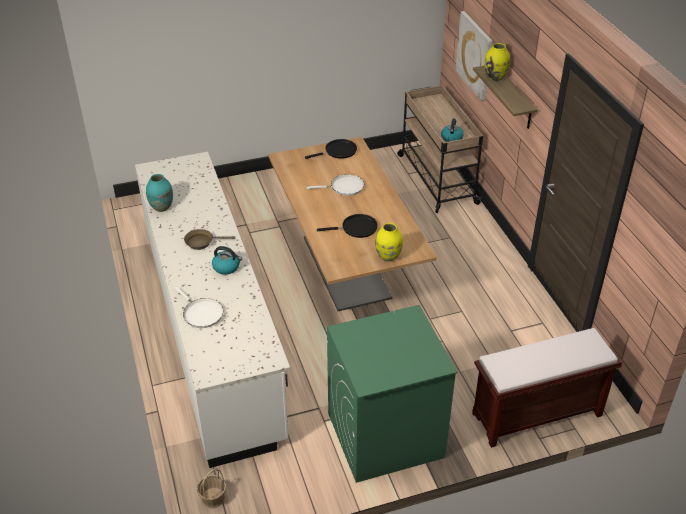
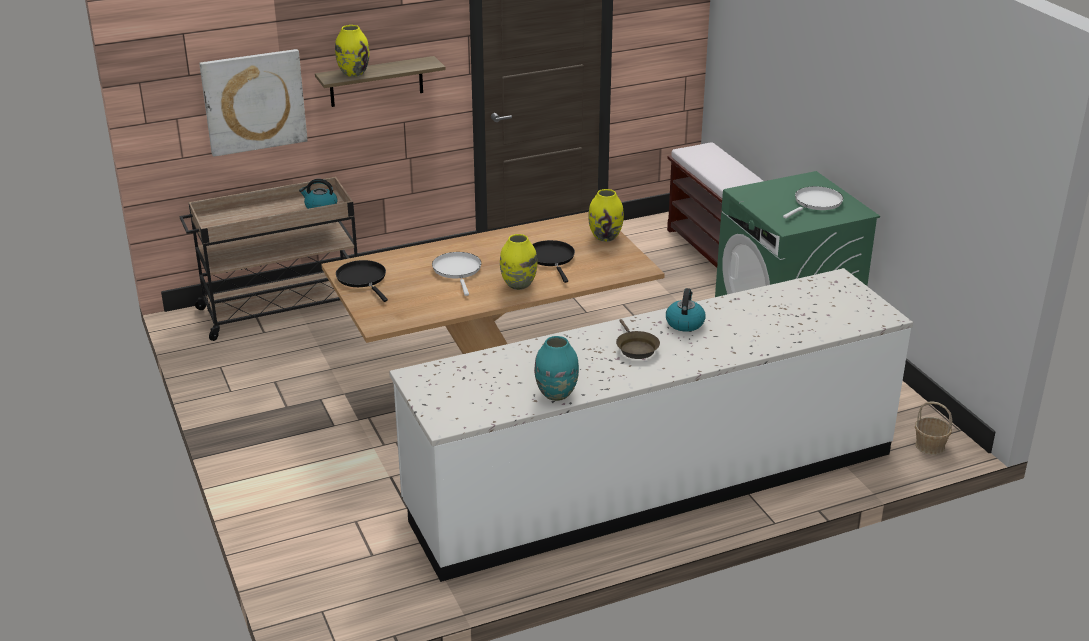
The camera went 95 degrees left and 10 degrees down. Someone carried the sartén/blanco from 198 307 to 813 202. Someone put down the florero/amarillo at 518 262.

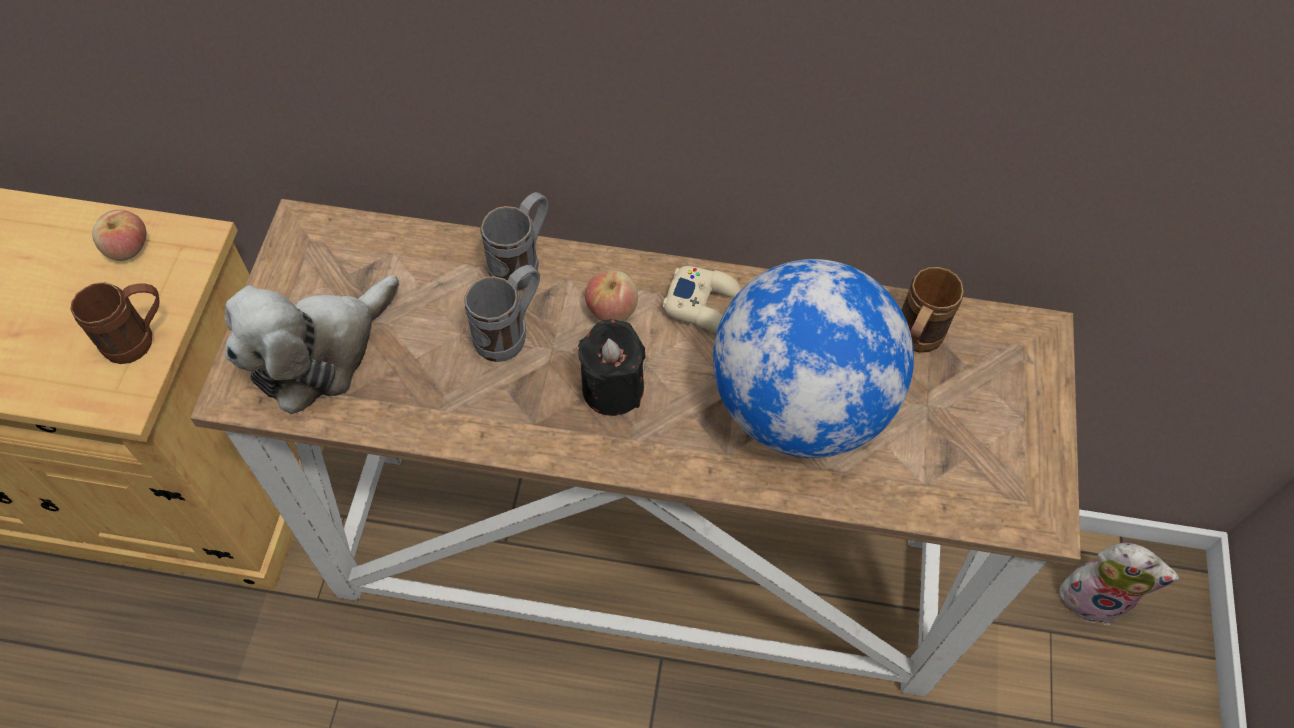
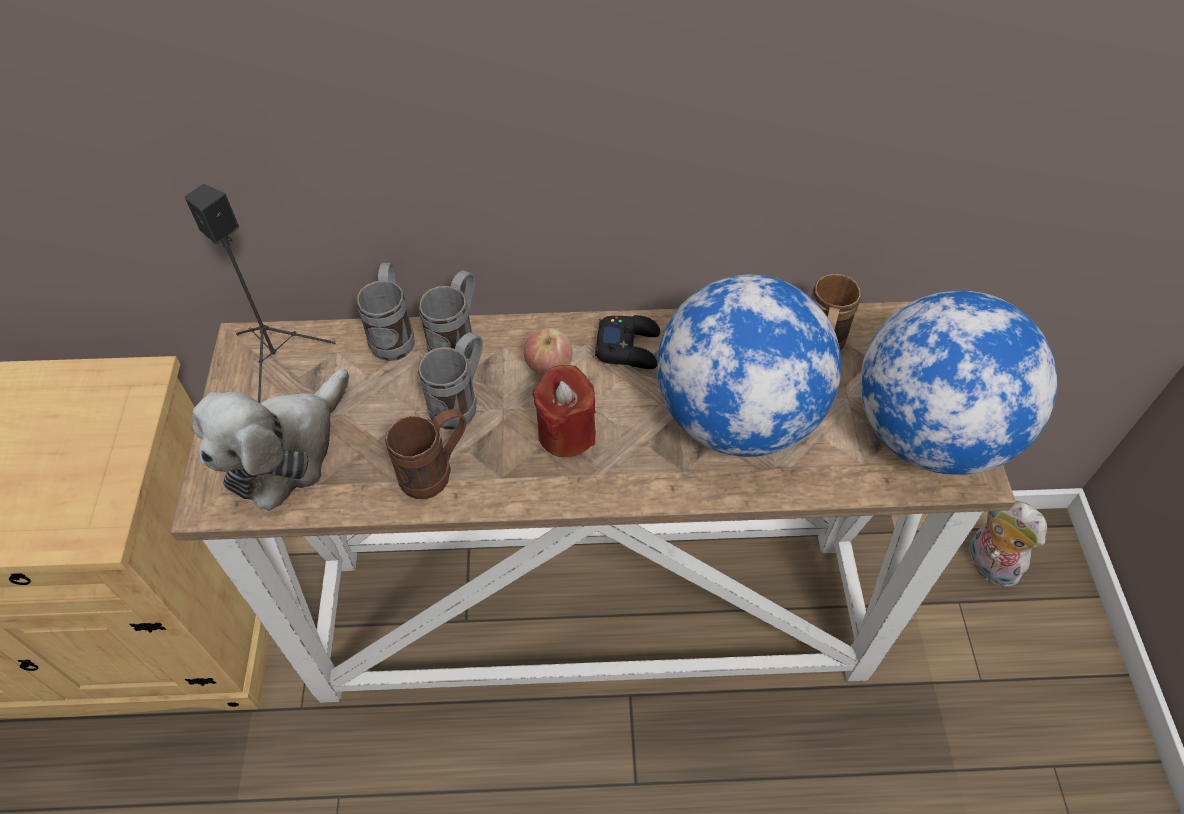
The camera went 10 degrees left and 5 degrees down. Someone took away the manzana at 119 235. Someone repainted the mando de consola/beis at 702 299, which became the mando de consola/negro at 627 342. Someone carried the taza grande/marrón from 115 323 to 425 454. Someone repainted the vela/negro at 612 367, which became the vela/rojo at 564 411. Someone rotated the peluche at 1118 584 by 135 degrees counterclockwise. Someone put down the altavoz/negro at 260 293. Someone put down the taza grande/gris at 386 312. Someone put down the globo terráqueo at 958 382.

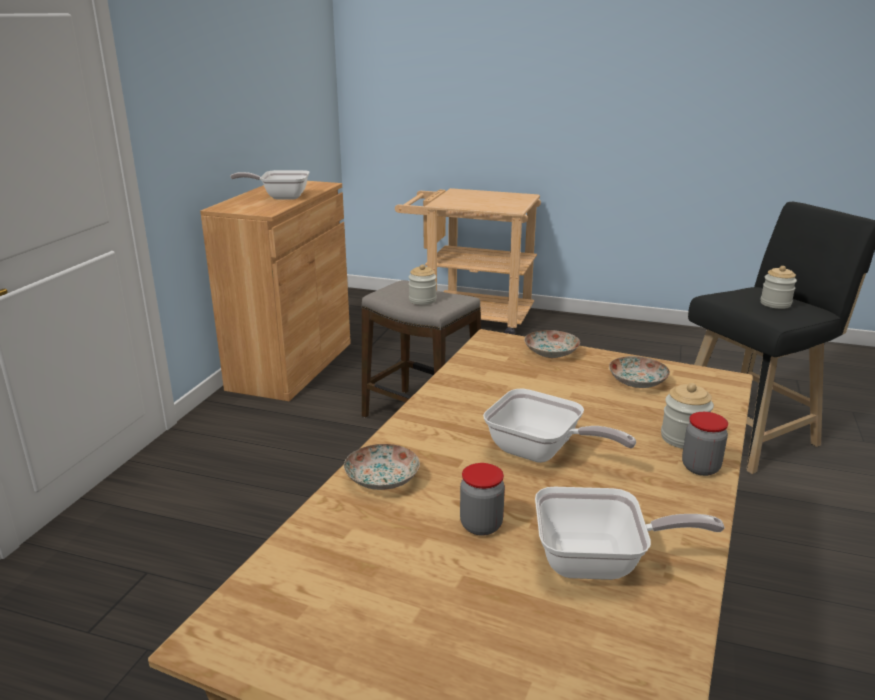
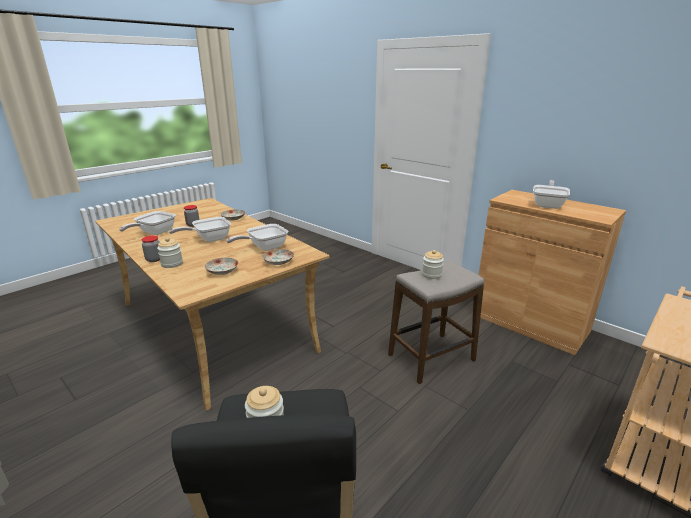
The camera went 115 degrees right and 0 degrees up. Someone put down the sartén at 257 237.

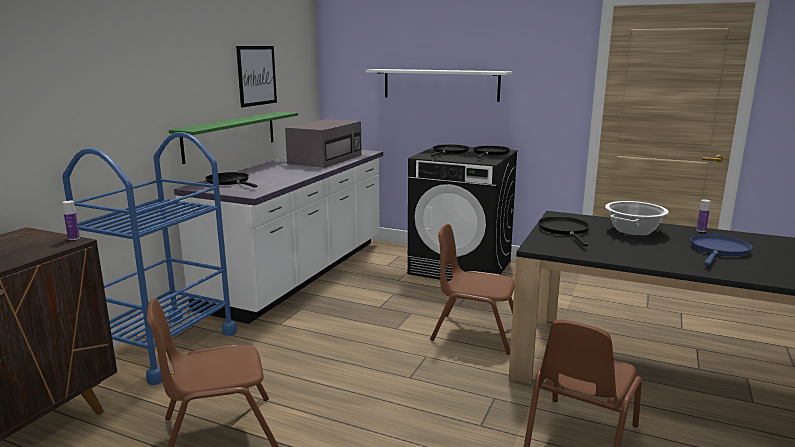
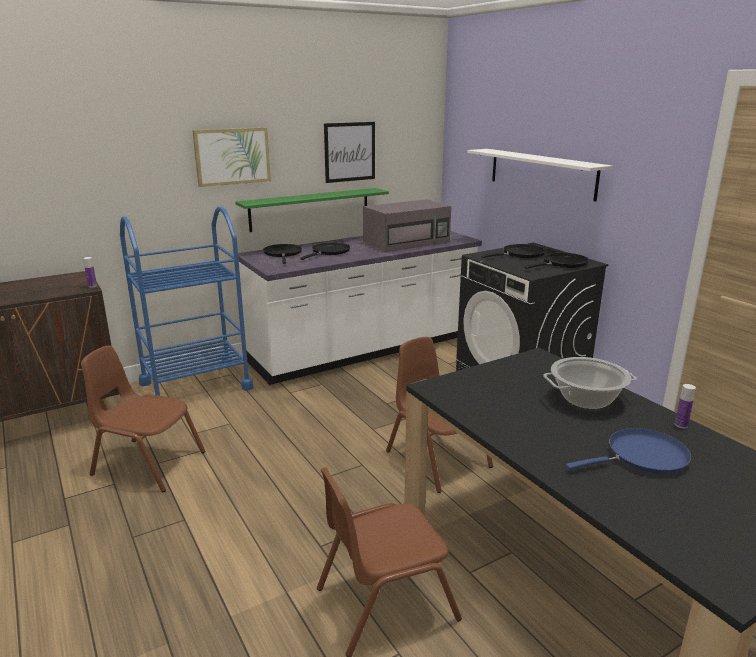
The camera went 35 degrees right and 5 degrees up. Someone carried the sartén/negro from 564 231 to 325 251. Someone put up the cuadro at 231 157.

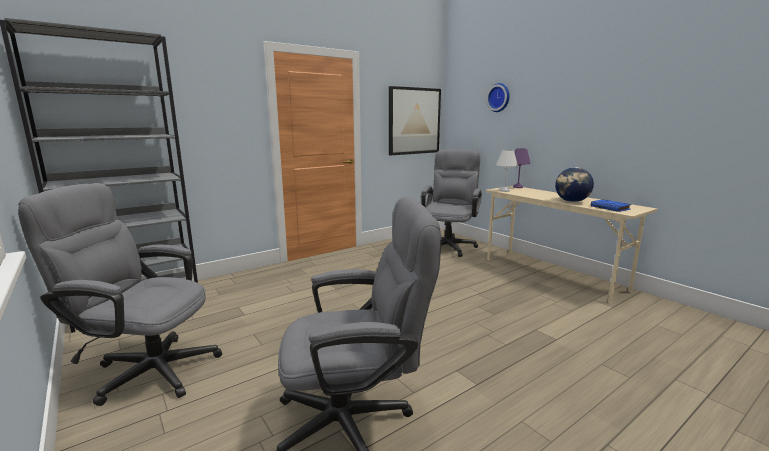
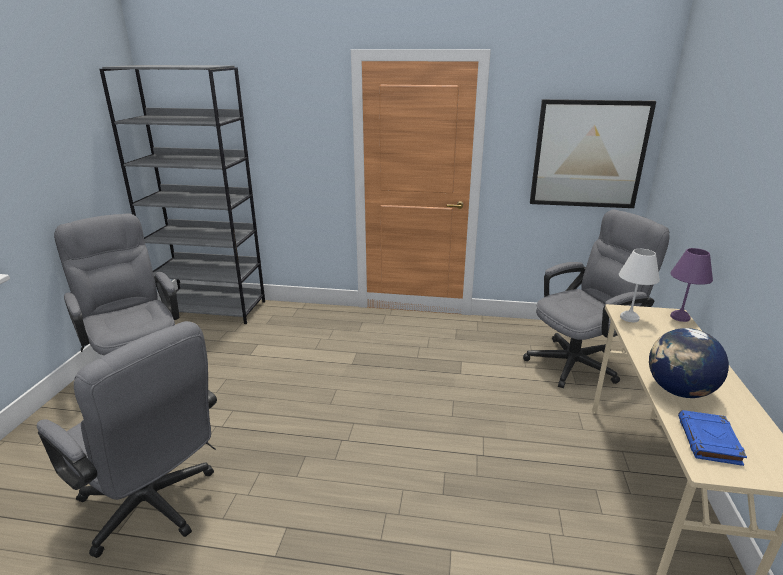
The camera went 45 degrees right and 10 degrees up. Someone took away the reloj de pared at 498 97.

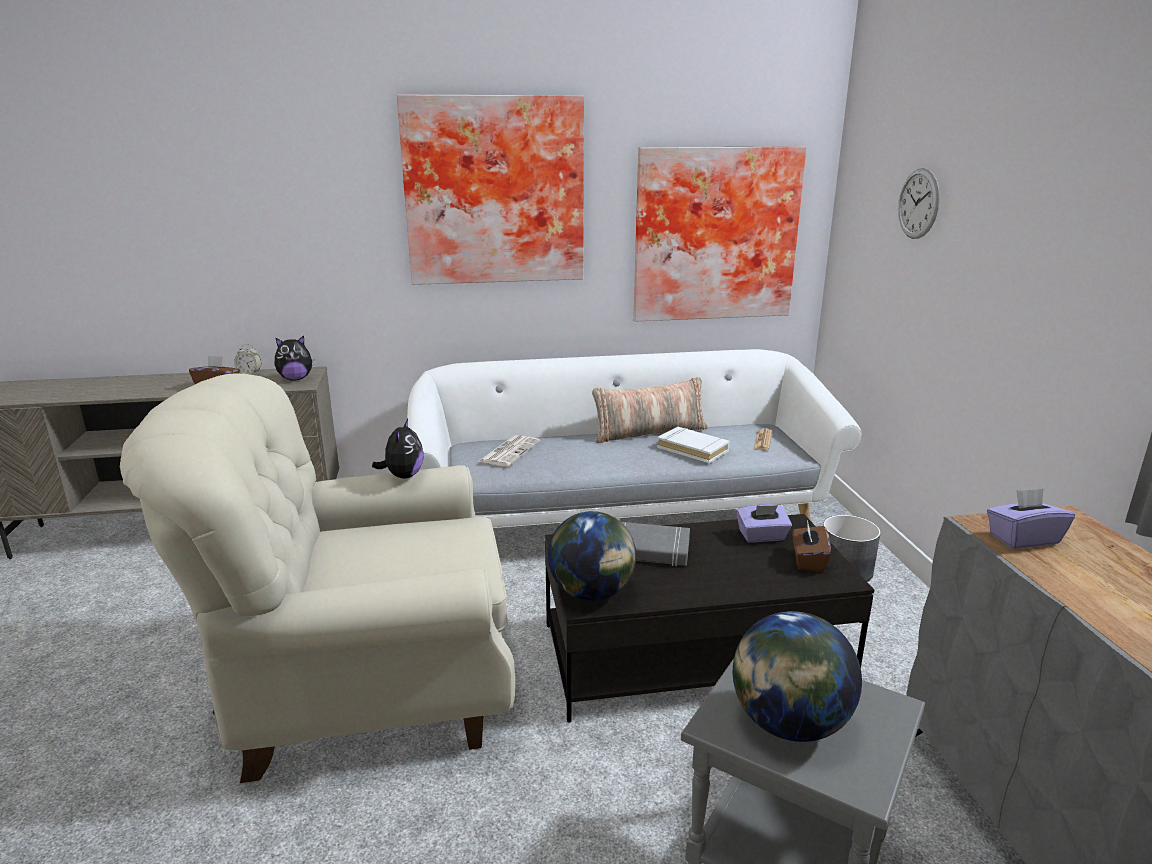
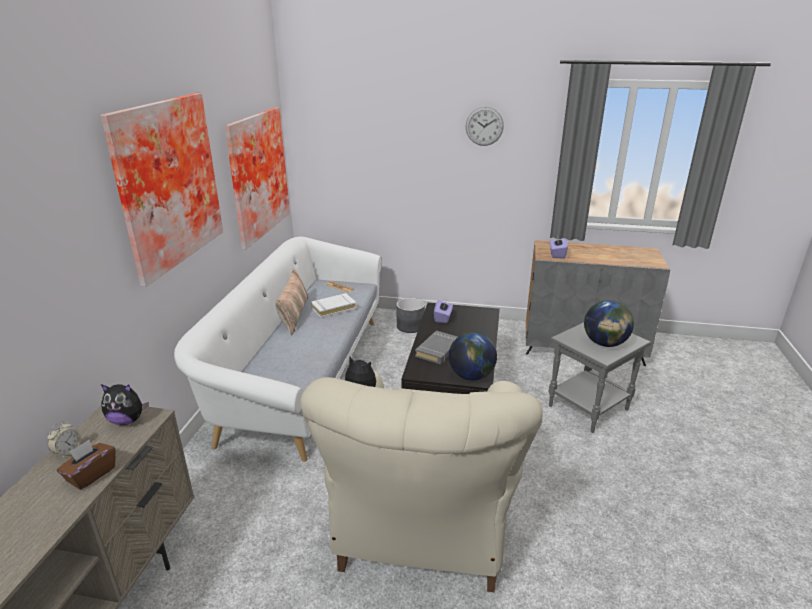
The camera went 70 degrees left and 5 degrees up. Someone carried the reloj de pared from 919 203 to 485 126. Someone rotated the peluche at 295 358 by 90 degrees clockwise. Someone took away the periódico at 509 451. Someone took away the caja de pañuelos/marrón at 812 546.

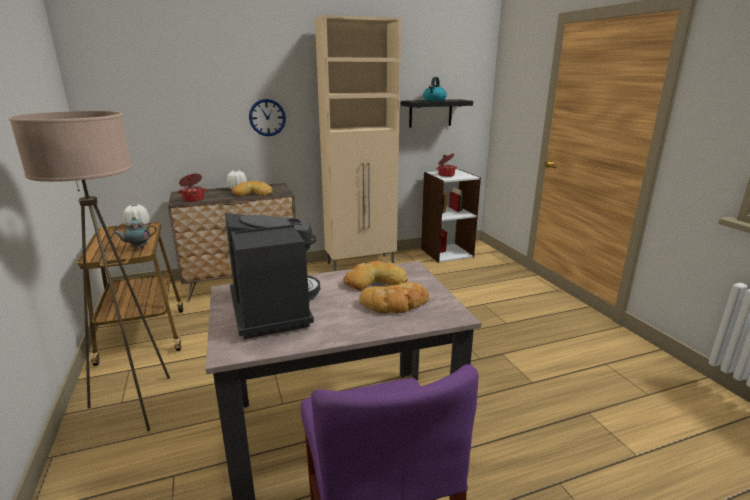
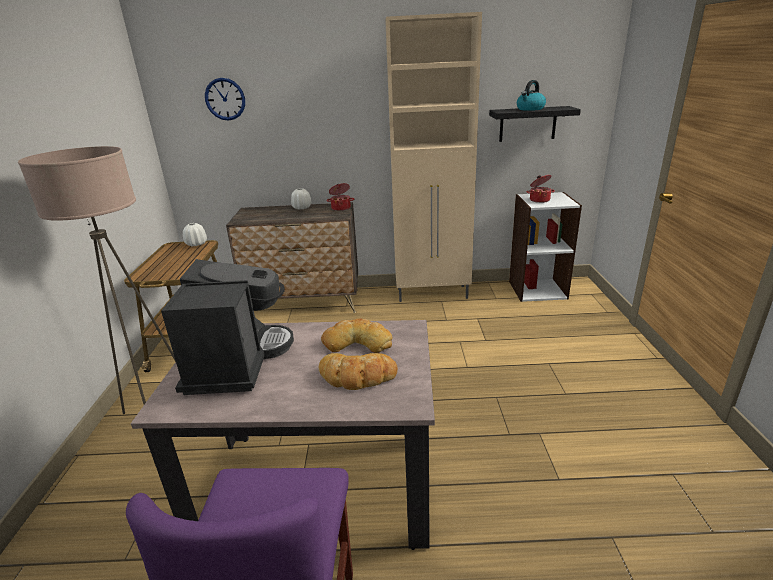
The camera went 20 degrees right and 5 degrees up. Someone carried the reloj de pared from 267 117 to 225 99. Someone carried the olla from 192 187 to 340 197. Someone took away the pan at 252 188. Someone took away the tetera at 135 233.

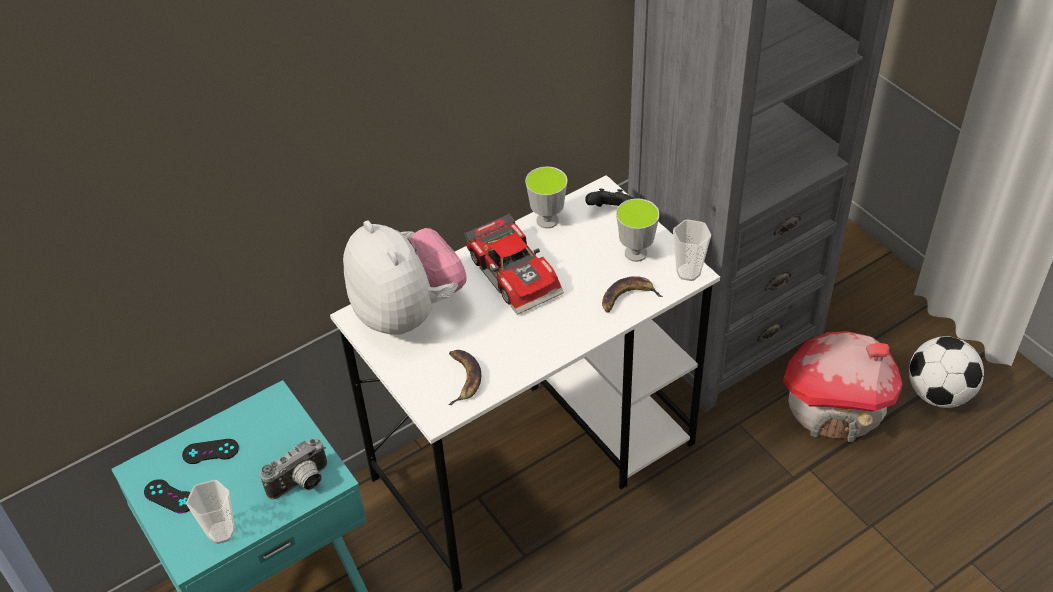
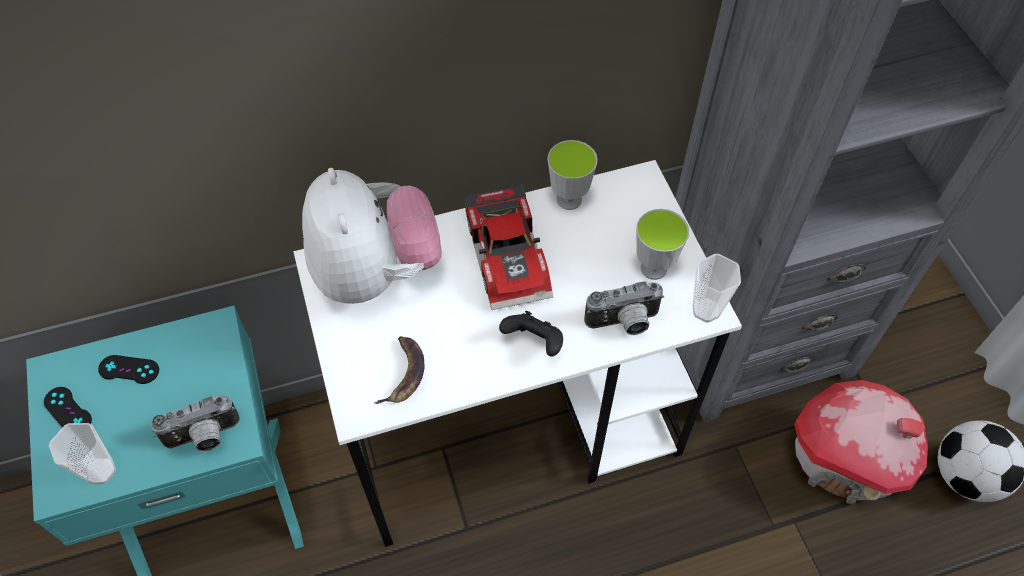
The camera went 15 degrees right and 10 degrees up. Someone carried the mando de consola/negro from 610 197 to 531 334. Someone swapped the plátano at 632 294 for the cámara at 624 308.

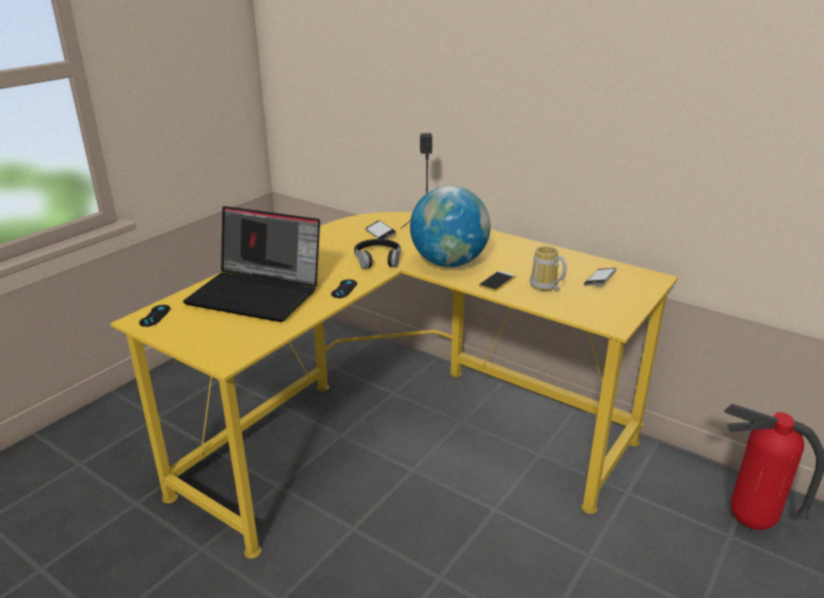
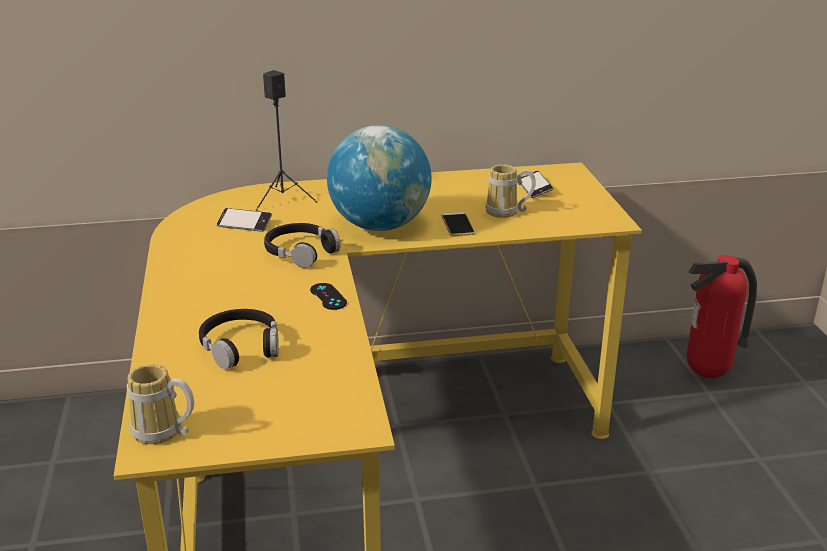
The camera went 45 degrees left and 0 degrees up. Someone swapped the portátil at 251 264 for the auriculares/negro at 239 339. Someone swapped the mando de consola/negro at 155 316 for the taza grande at 160 404.

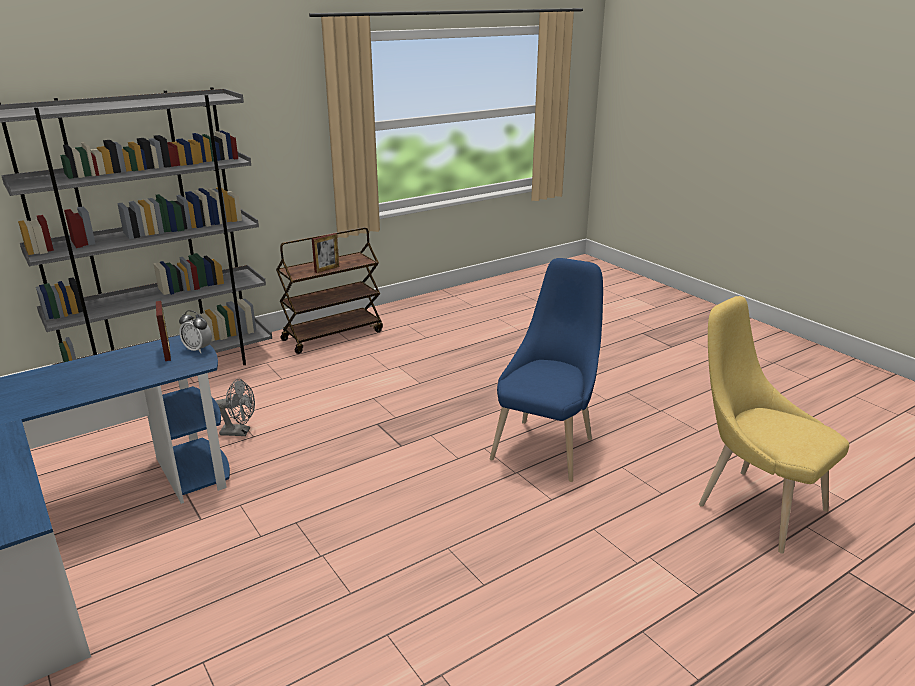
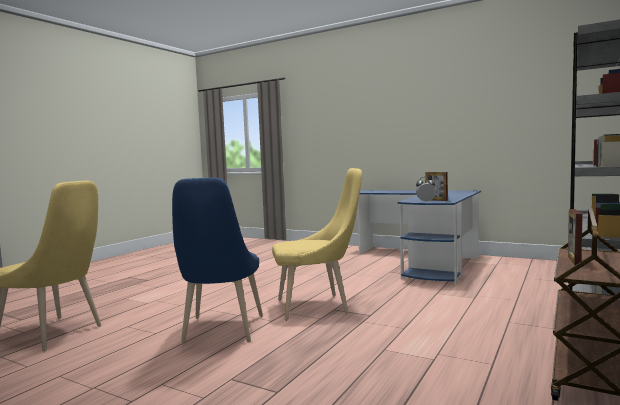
The camera went 155 degrees right and 20 degrees down. Someone took away the ventilador/gris at 235 407. Someone put down the silla/amarillo at 317 244.

